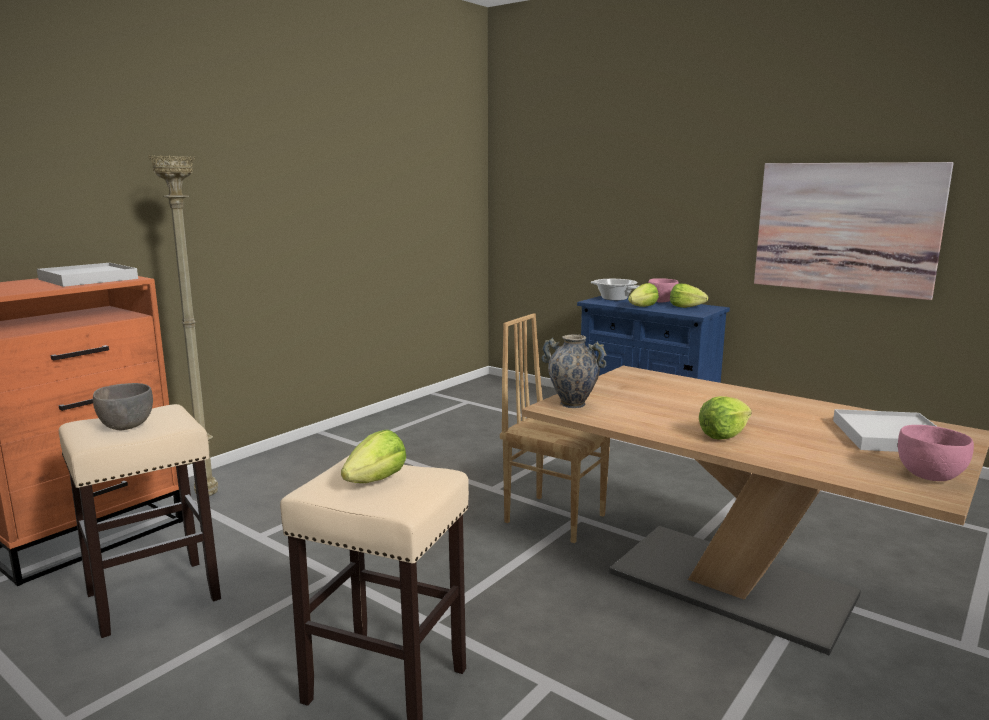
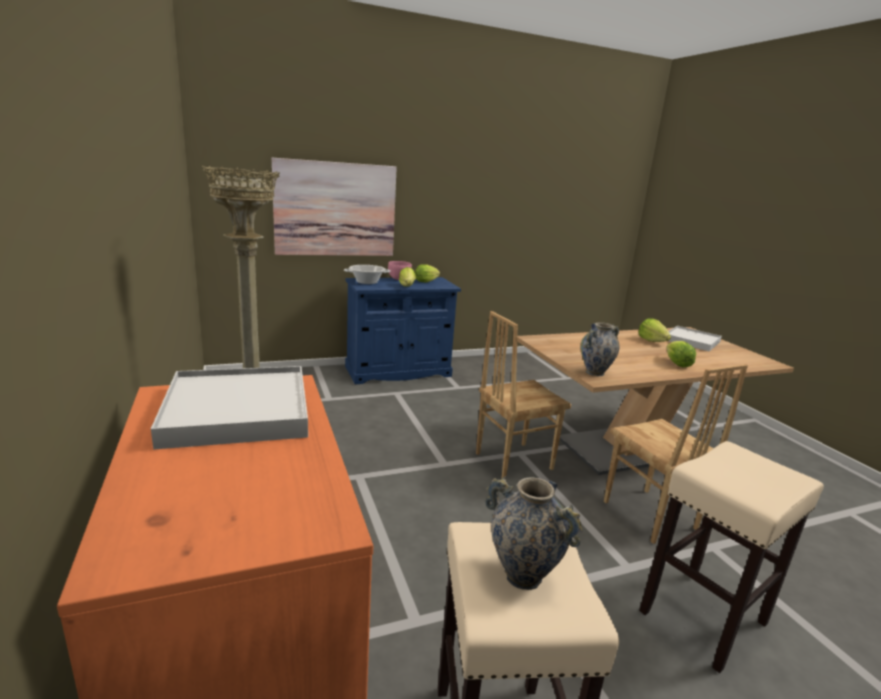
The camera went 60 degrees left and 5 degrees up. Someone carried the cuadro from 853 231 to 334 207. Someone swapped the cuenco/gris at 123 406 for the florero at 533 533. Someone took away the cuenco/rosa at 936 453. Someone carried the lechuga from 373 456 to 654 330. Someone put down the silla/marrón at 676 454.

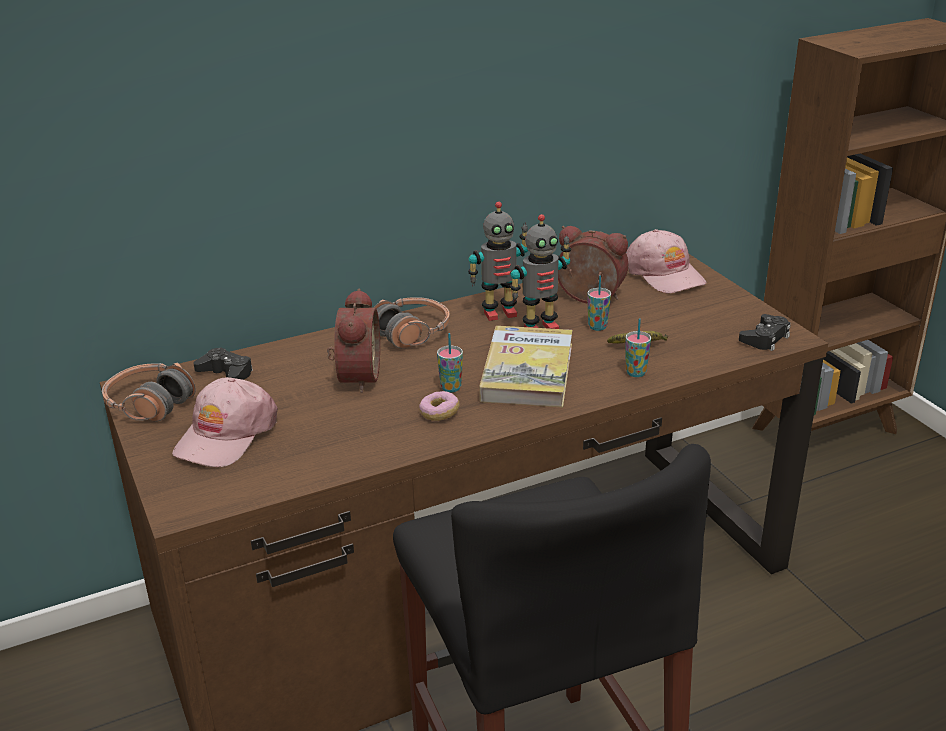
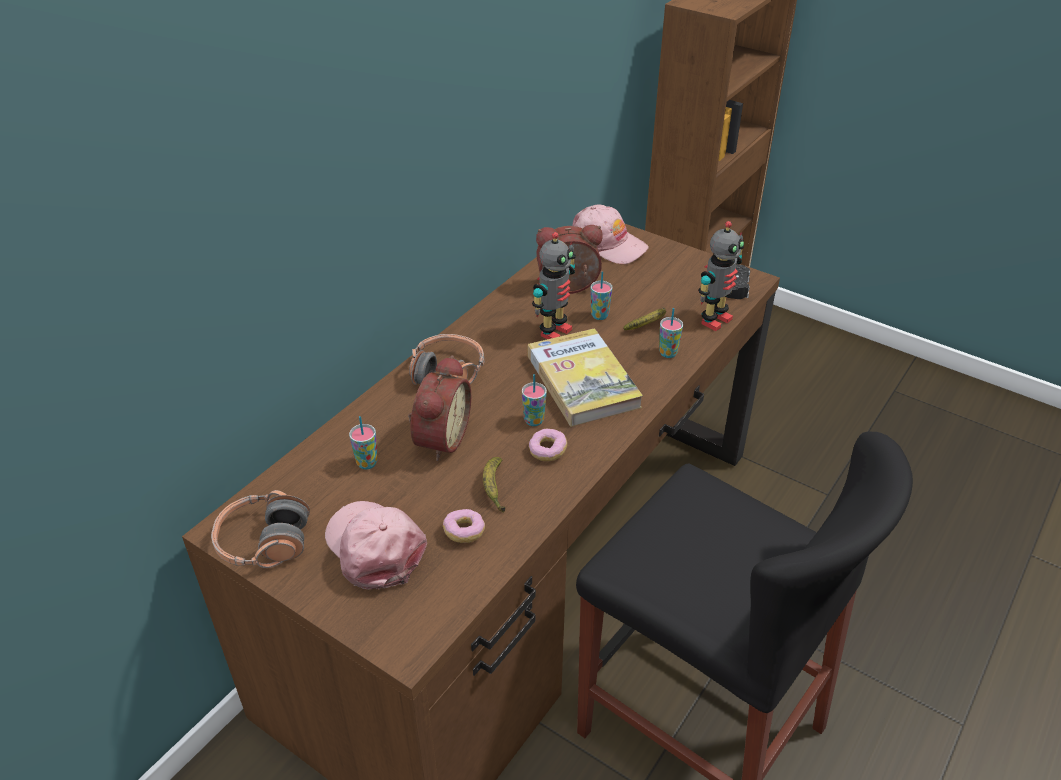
The camera went 30 degrees left and 10 degrees up. Someone carried the robot de juguete from 498 261 to 721 276. Someone rotated the despertador at 353 340 by 45 degrees clockwise. Someone took away the mando de consola/negro at 223 363. Someone rotated the gorra/rosa at 225 422 by 150 degrees clockwise. Someone put down the taza at 363 442. Someone put down the plátano at 494 485. Someone put down the rosquilla at 464 526.

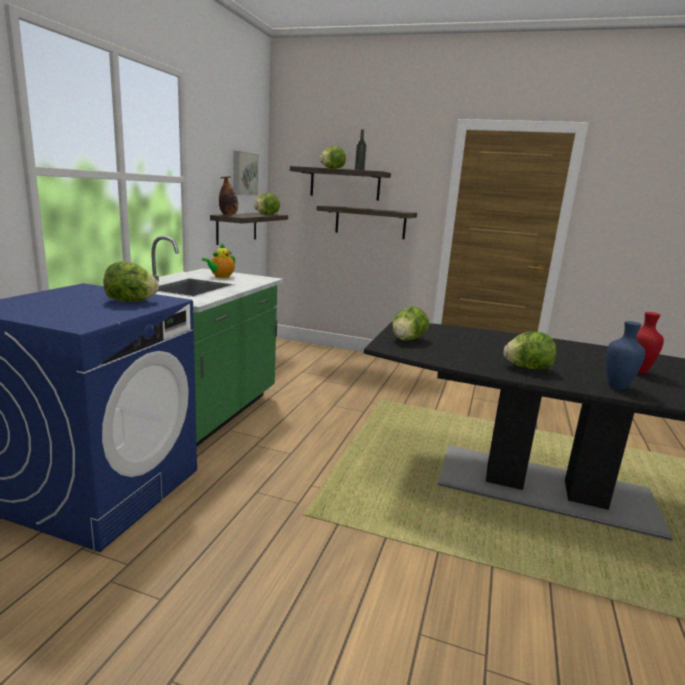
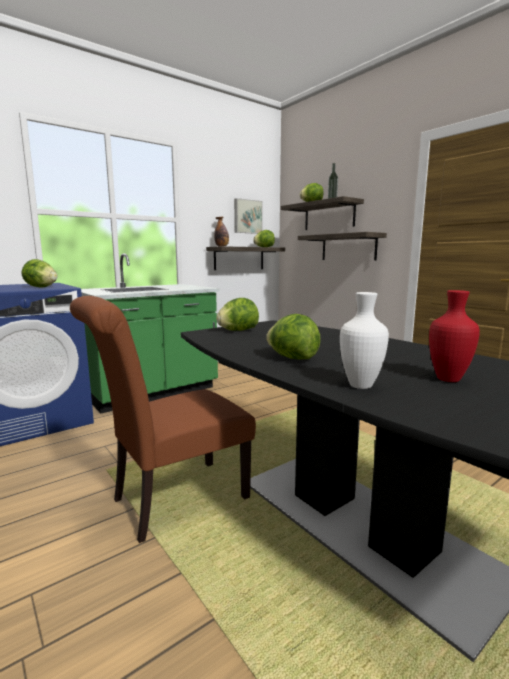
The camera went 35 degrees right and 5 degrees down. Someone took away the tetera at 218 260. Someone repainted the florero/azul at 625 355, which became the florero/blanco at 364 340. Someone put down the silla/marrón at 163 419.

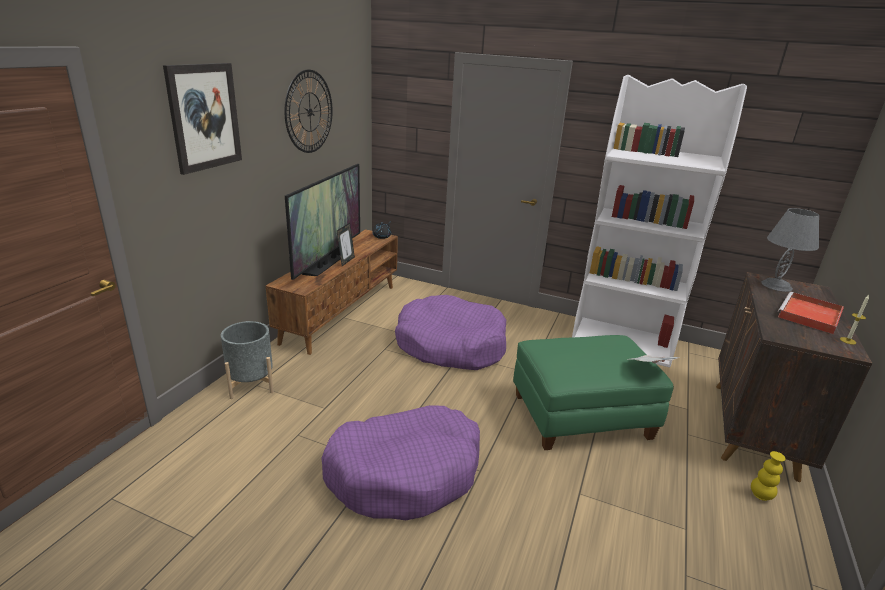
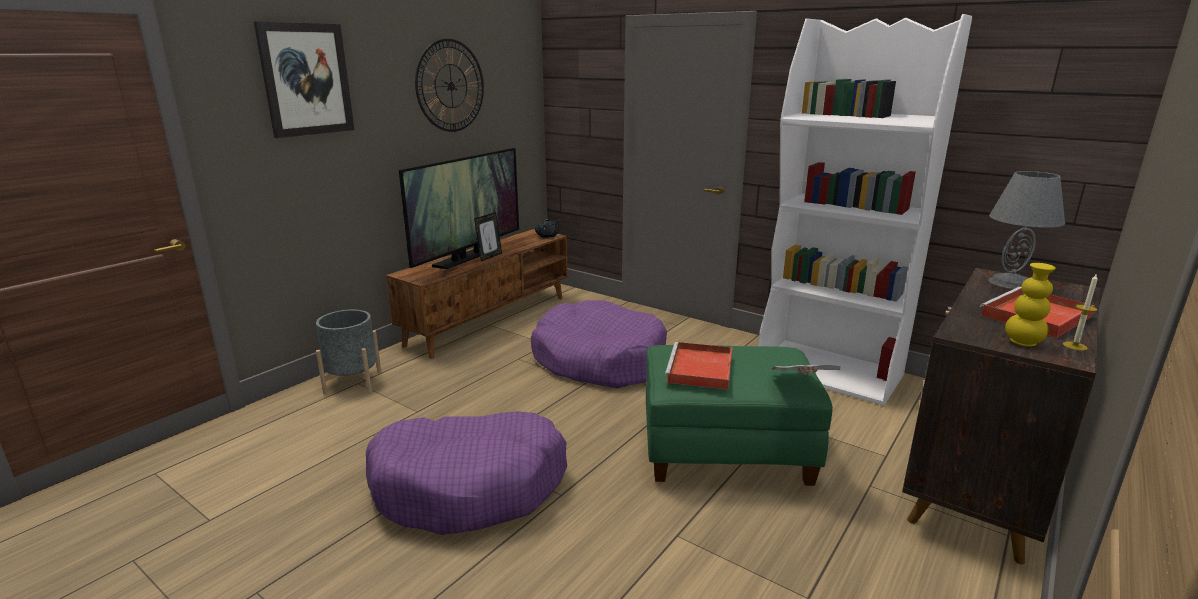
The camera went 15 degrees right and 5 degrees down. Someone carried the florero/amarillo from 768 476 to 1030 305. Someone put down the bandeja/rojo at 699 365.

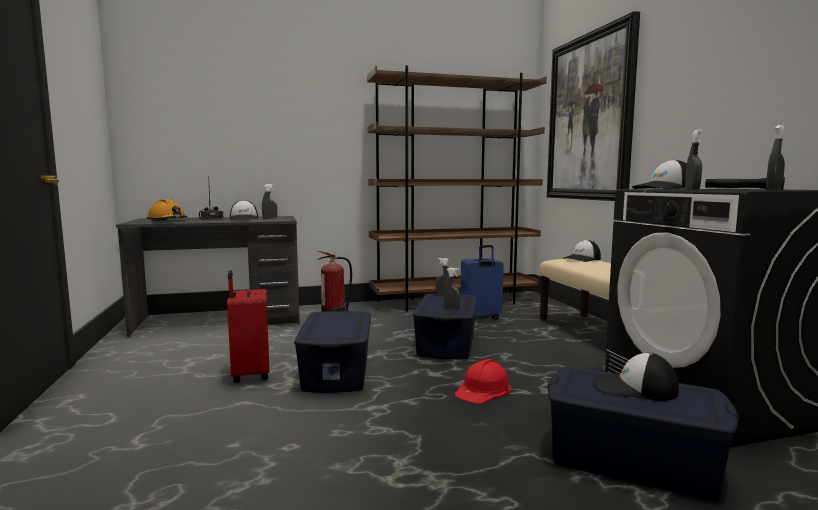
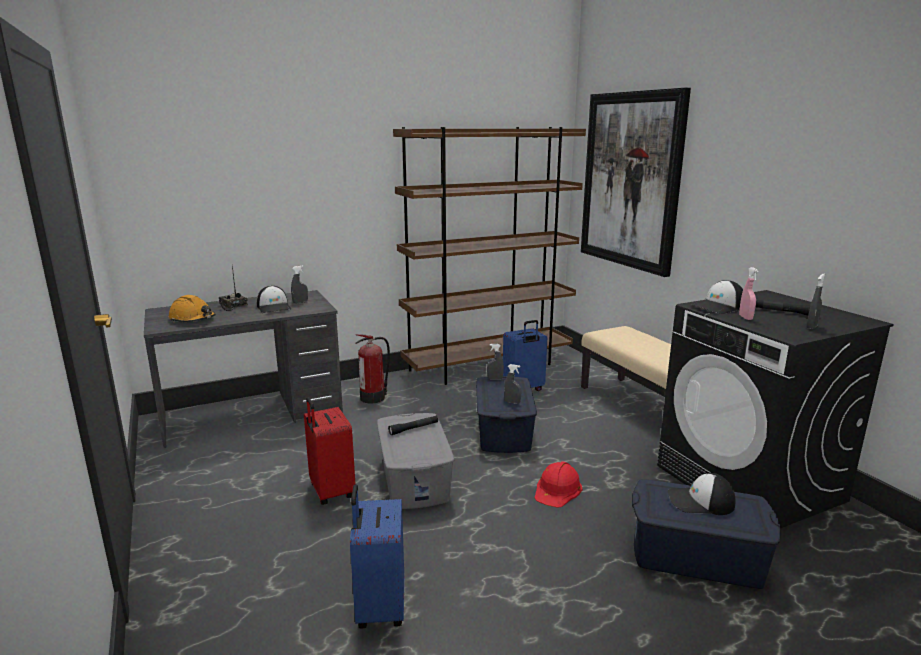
The camera went 10 degrees left and 10 degrees up. Someone repainted the pulverizador/gris at 693 159, which became the pulverizador/rosa at 748 293. Someone took away the gorra at 582 251. Someone repainted the caja de almacenaje/azul at 332 352, which became the caja de almacenaje/gris at 415 461. Someone put down the linterna/negro at 413 425. Someone put down the maleta/azul at 377 556.

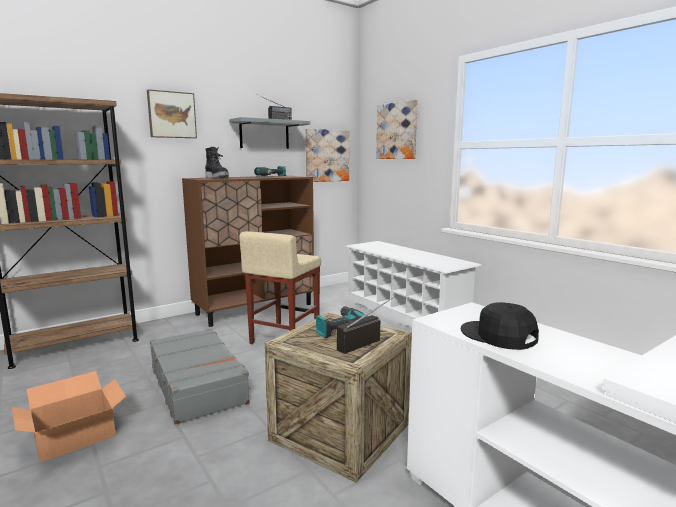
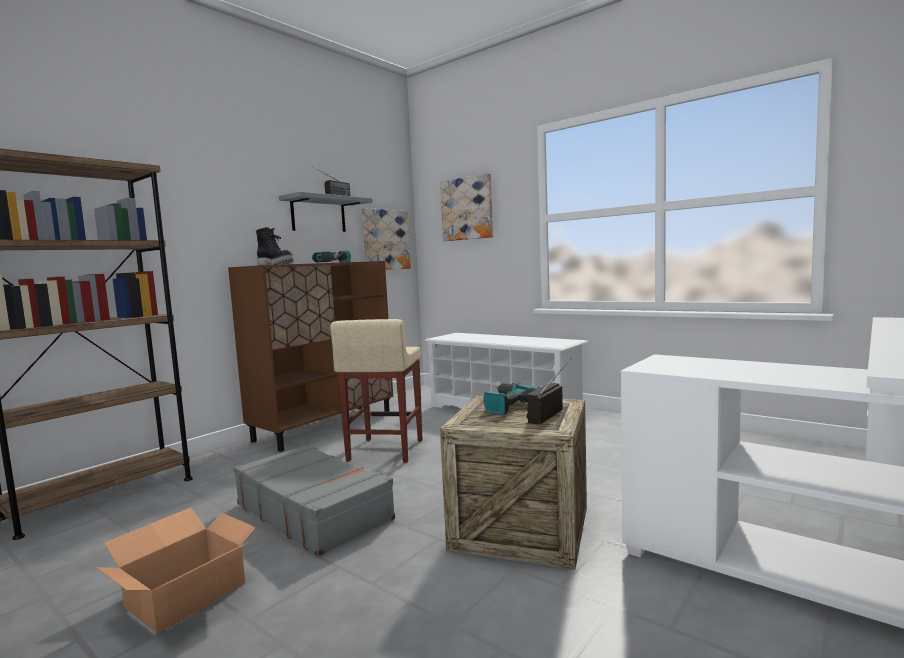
The camera went 15 degrees left and 5 degrees down. Someone took away the cuadro at 172 113. Someone took away the gorra/negro at 500 326.

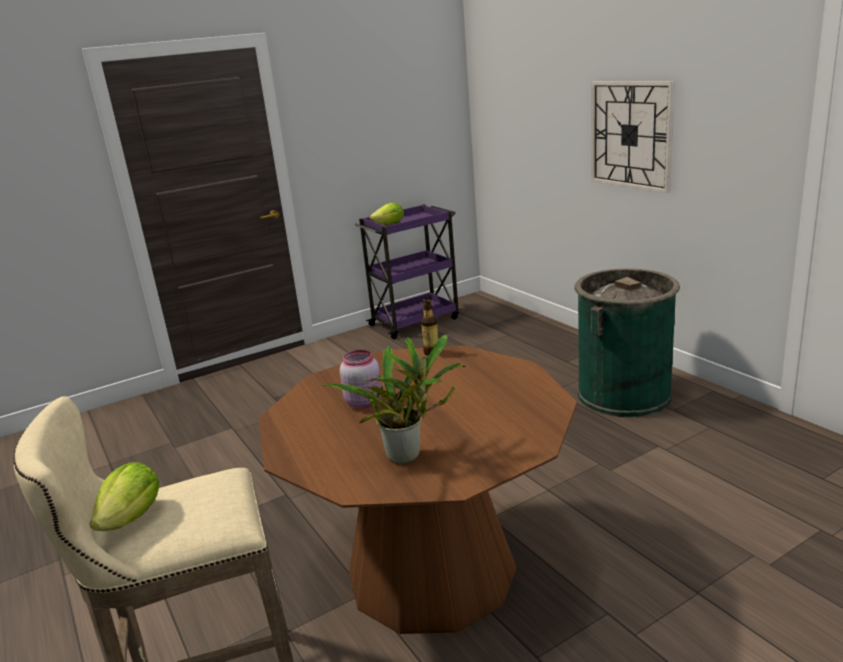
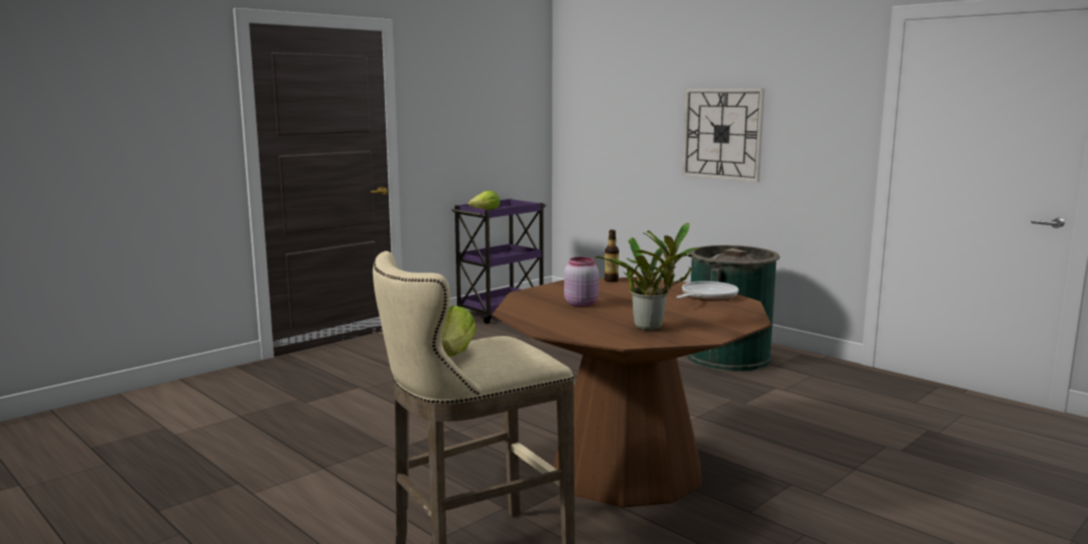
The camera went 15 degrees left and 10 degrees down. Someone put down the sartén at 707 291.

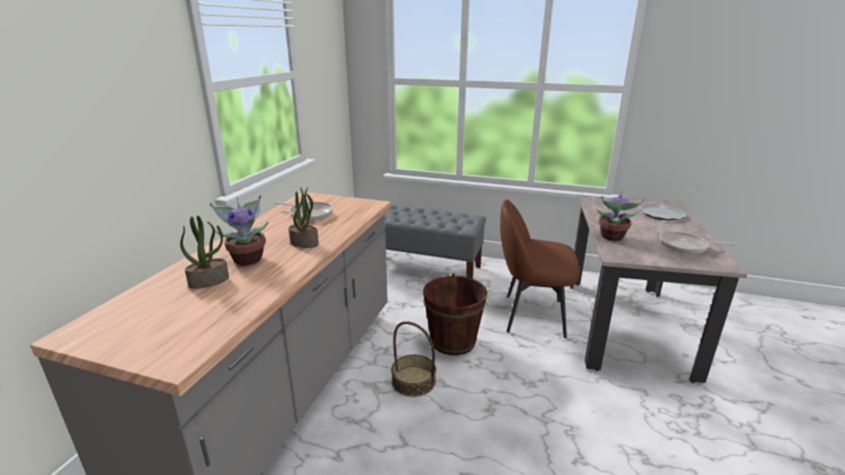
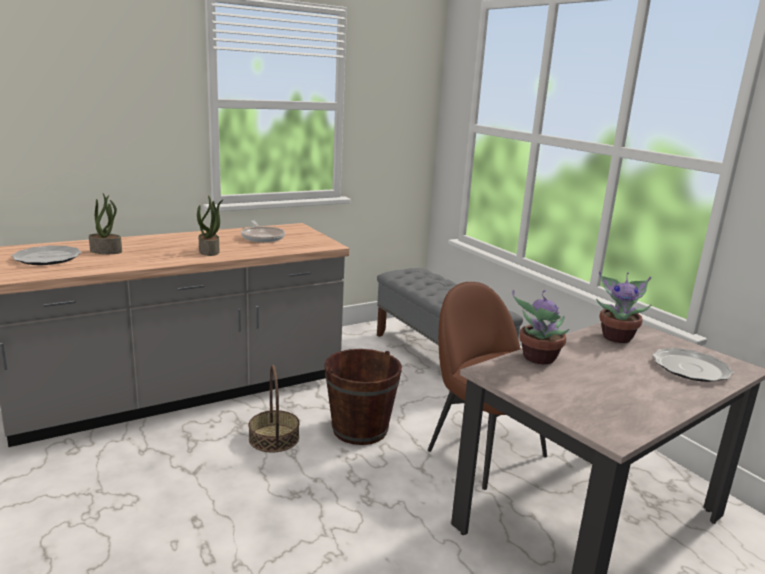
The camera went 40 degrees right and 5 degrees down. Someone carried the planta en maceta from 239 230 to 623 307. Someone took away the sartén at 697 243. Someone put down the plato at 47 255.

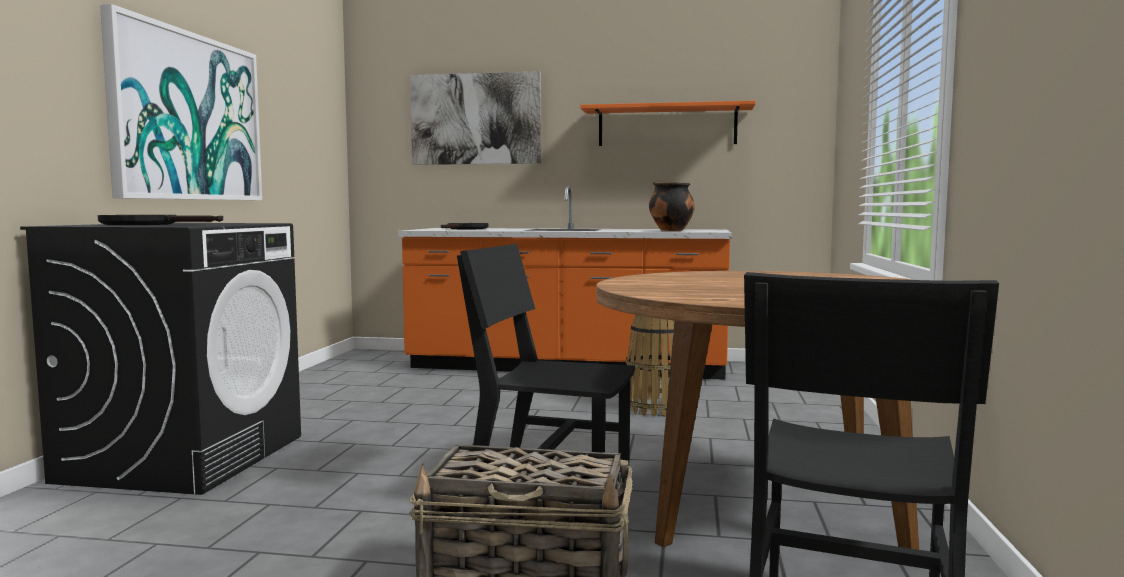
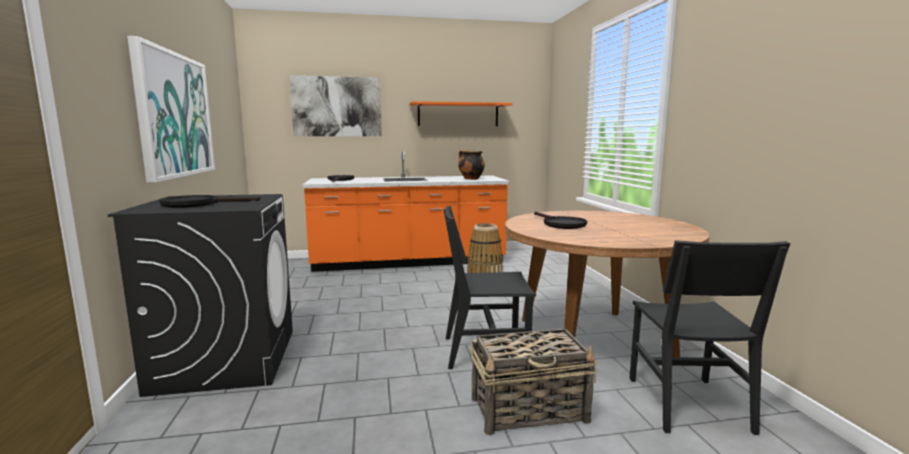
The camera went 20 degrees left and 5 degrees up. Someone put down the sartén/negro at 560 220.

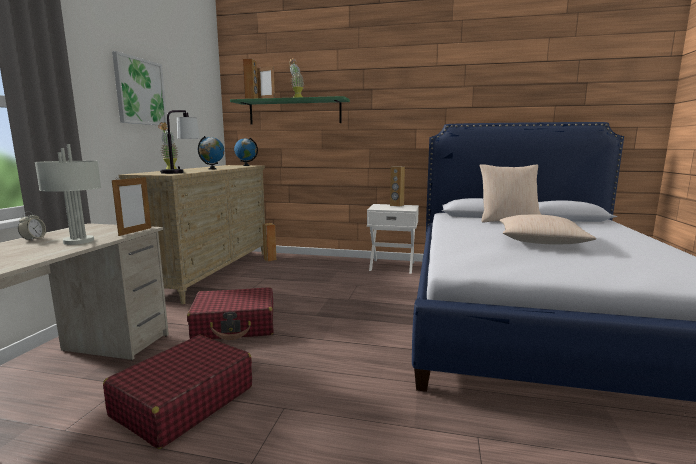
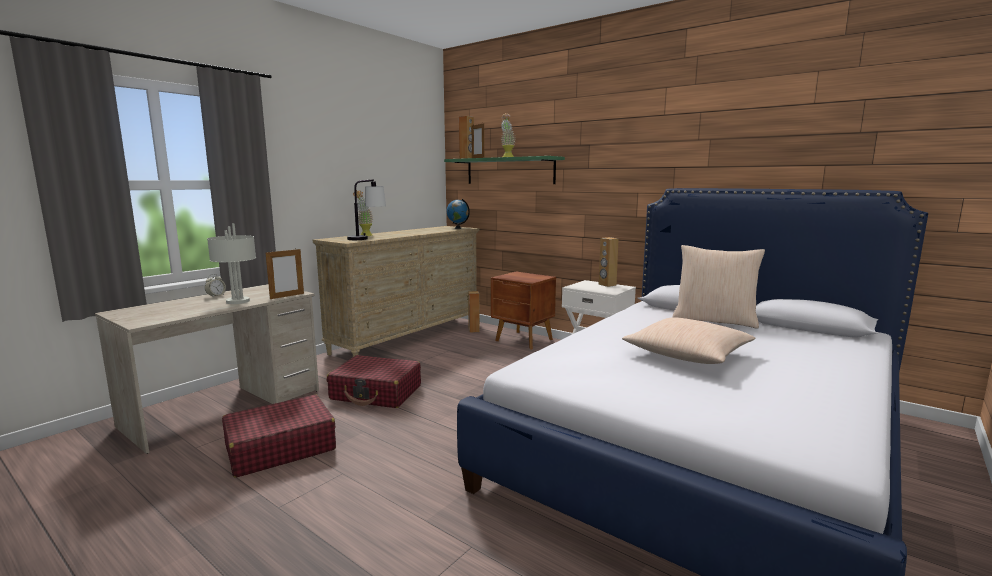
The camera went 25 degrees right and 0 degrees up. Someone took away the cuadro at 139 88. Someone took away the globo terráqueo at 211 152. Someone put down the mesita de noche/marrón at 523 311.

